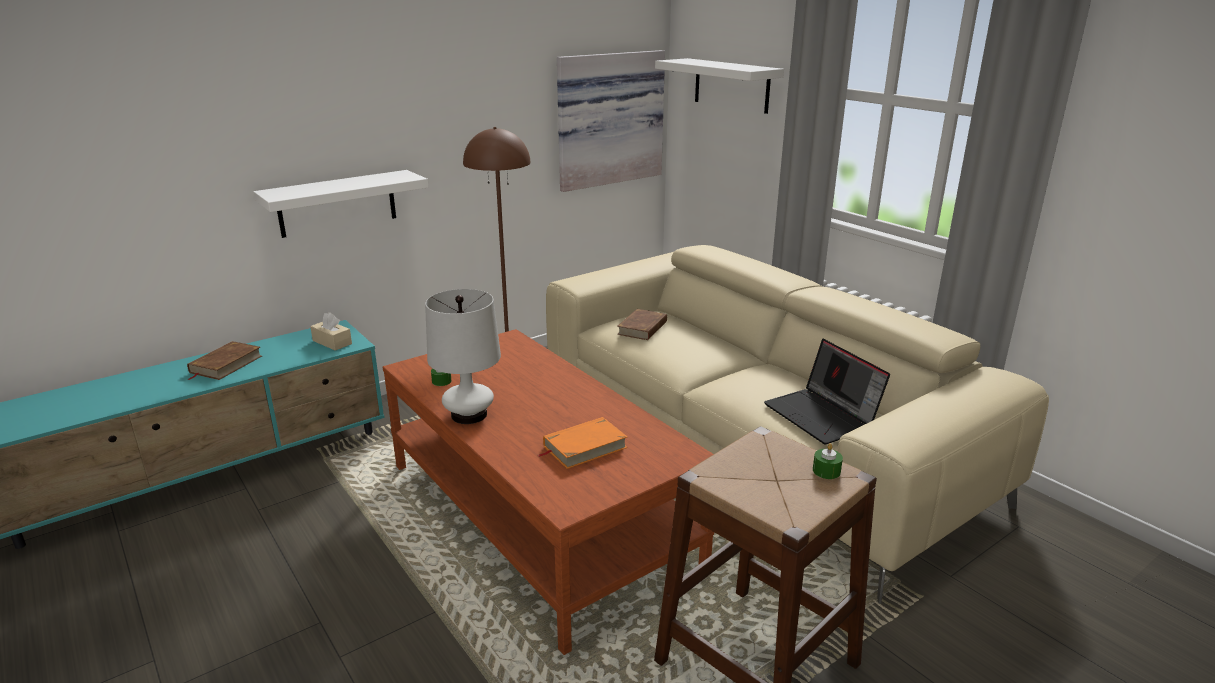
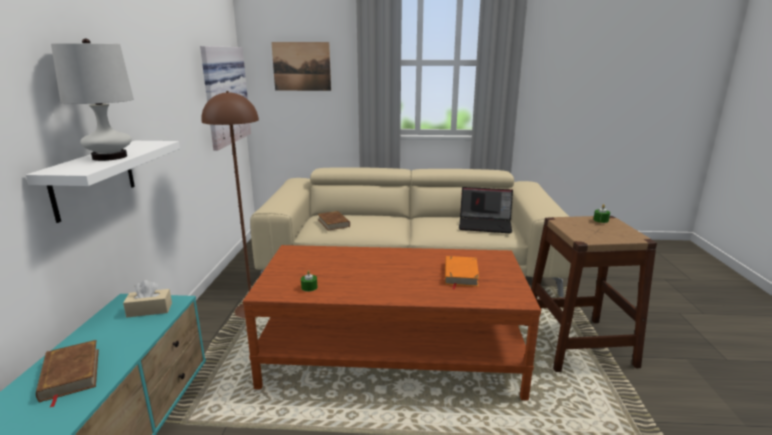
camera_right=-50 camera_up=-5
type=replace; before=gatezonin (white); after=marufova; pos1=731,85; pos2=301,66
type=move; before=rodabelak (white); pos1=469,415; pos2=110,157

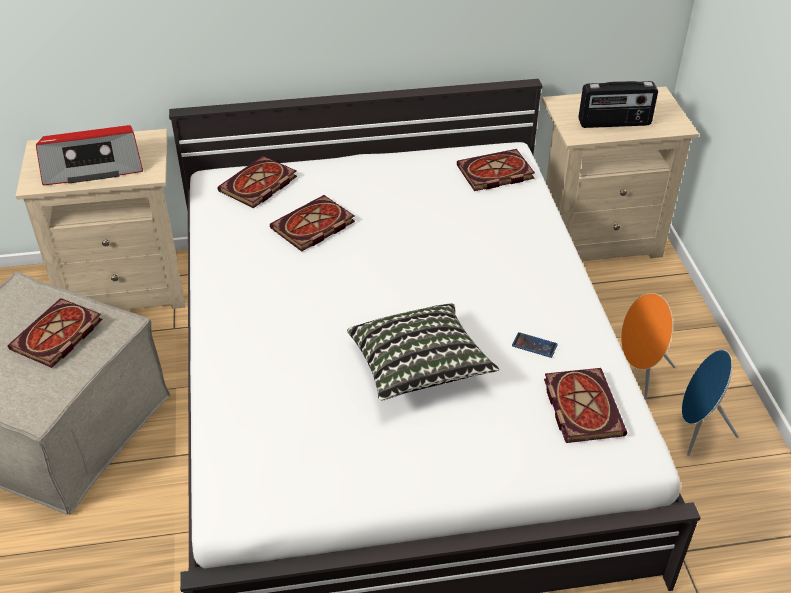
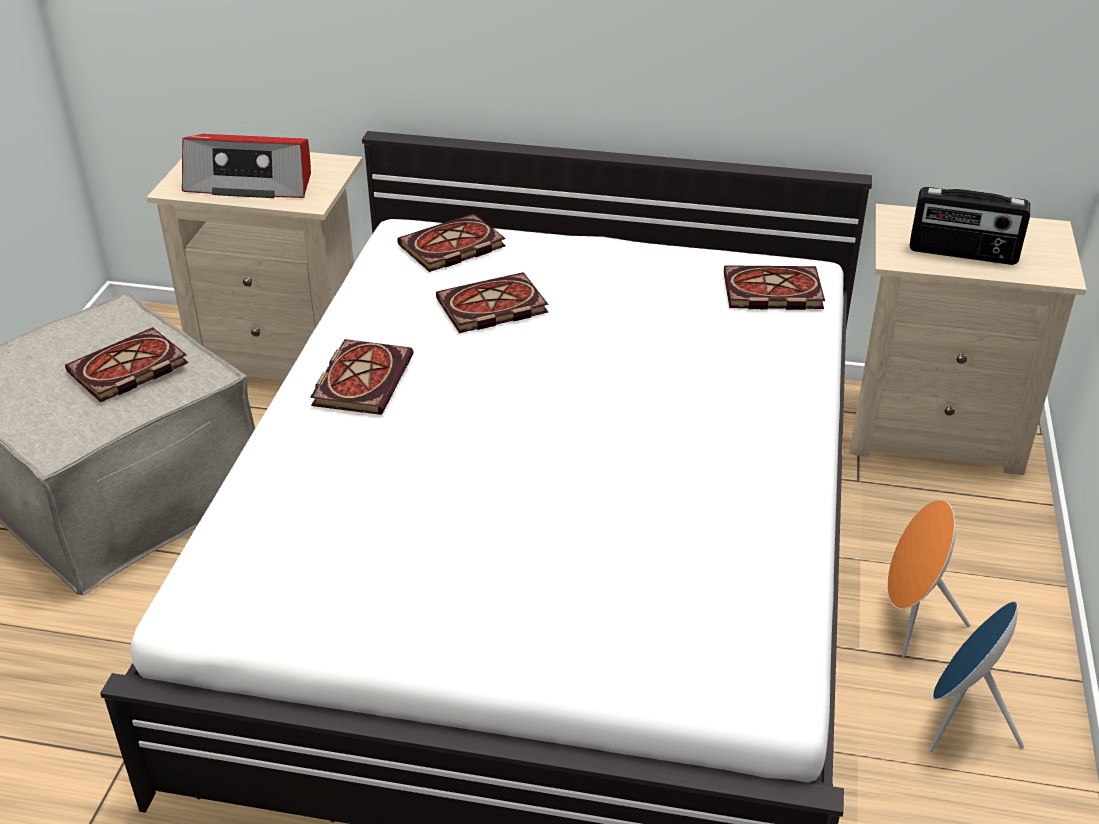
camera_right=20 camera_up=-5
type=delete; before=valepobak; pos1=419,368
type=delete; before=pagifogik; pos1=534,345
type=move; before=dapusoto; pos1=580,406; pos2=362,379

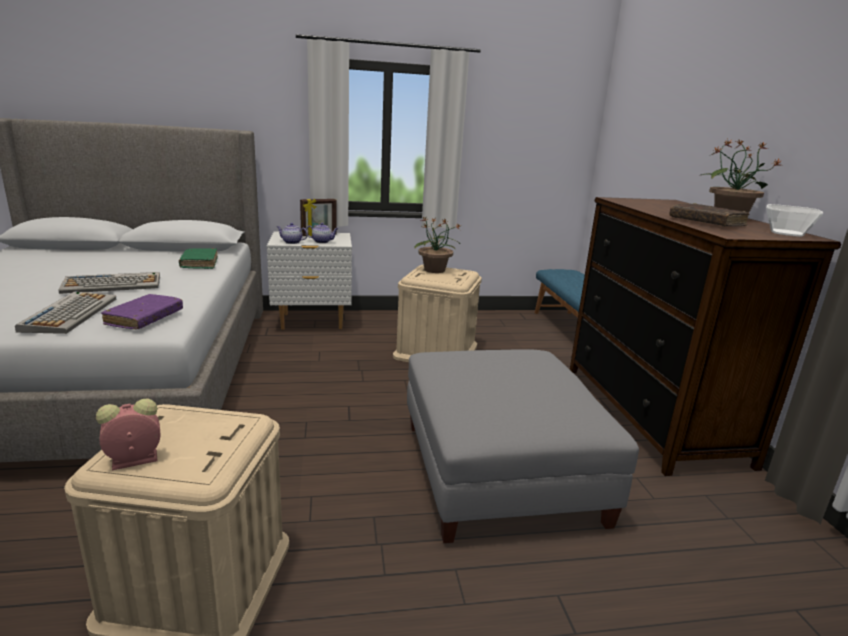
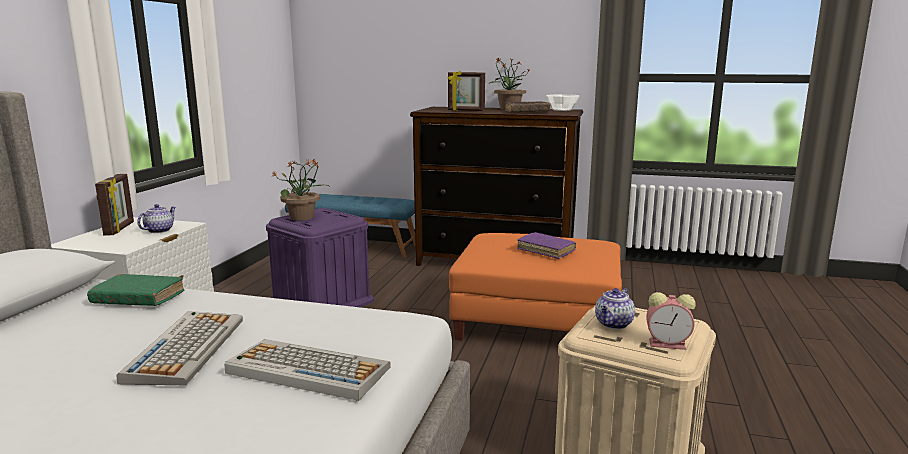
camera_right=-65 camera_up=-5
type=move; before=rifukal; pos1=291,242; pos2=614,324
type=recolor; before=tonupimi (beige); after=tonupimi (purple); pos1=436,351; pos2=322,302
type=move; before=dapusoto (purple); pos1=145,318; pos2=546,251
type=recolor; before=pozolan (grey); after=pozolan (orange); pos1=500,471; pos2=537,321
type=rotate; before=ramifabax; pos1=132,460; pos2=668,344; turn=-75
type=insert; after=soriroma; pos2=466,110

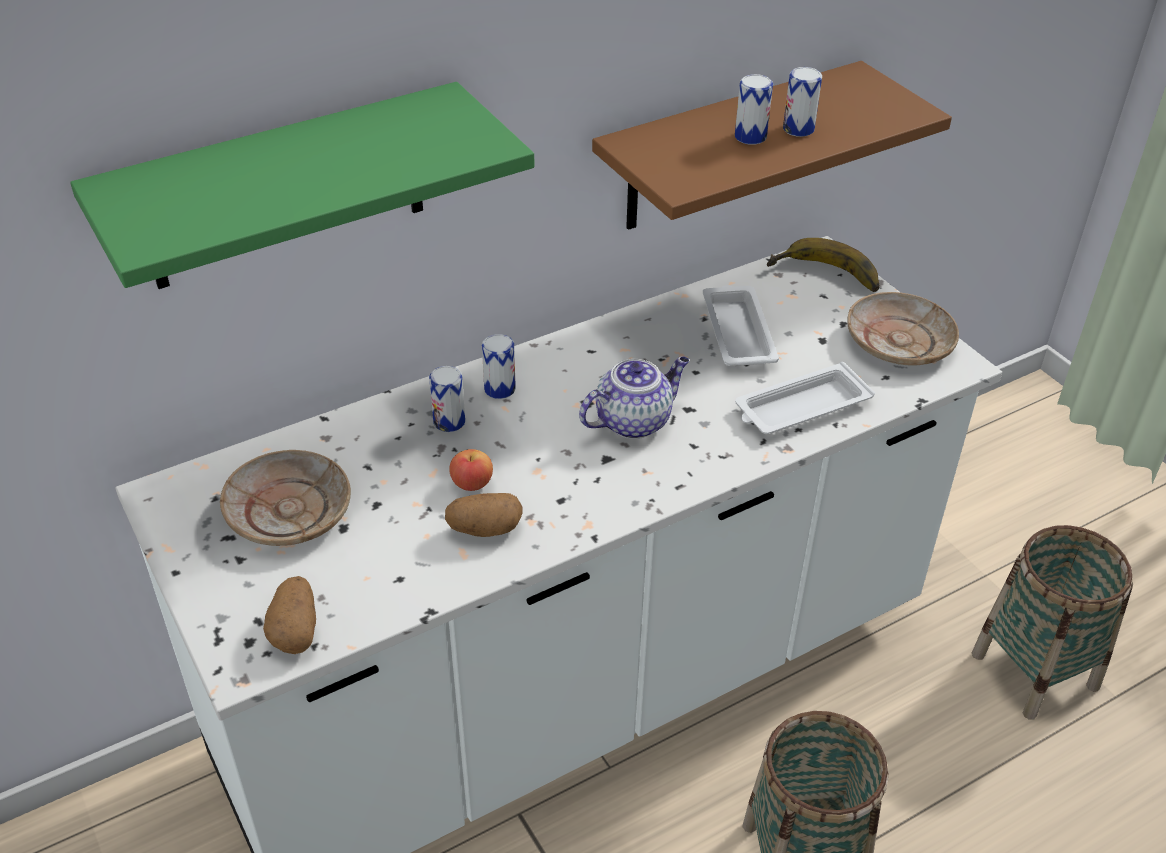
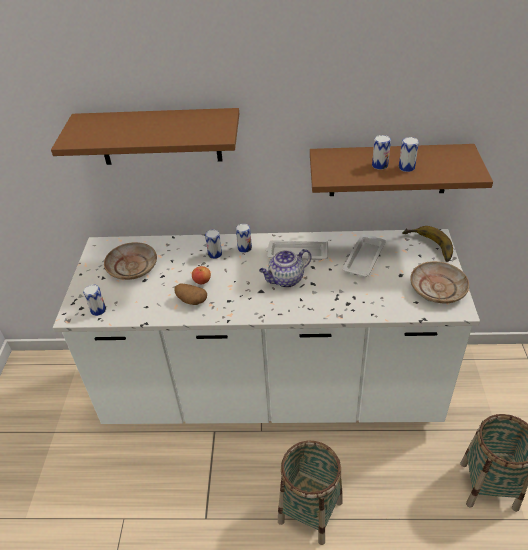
camera_right=35 camera_up=0
type=recolor; before=gatezonin (green); after=gatezonin (brown); pos1=285,189; pos2=159,137
type=rotate; before=rifukal; pos1=634,420; pos2=285,280; turn=150
type=move; before=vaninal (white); pos1=800,408; pos2=296,254
type=replace; before=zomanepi; after=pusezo; pos1=296,629; pos2=98,310

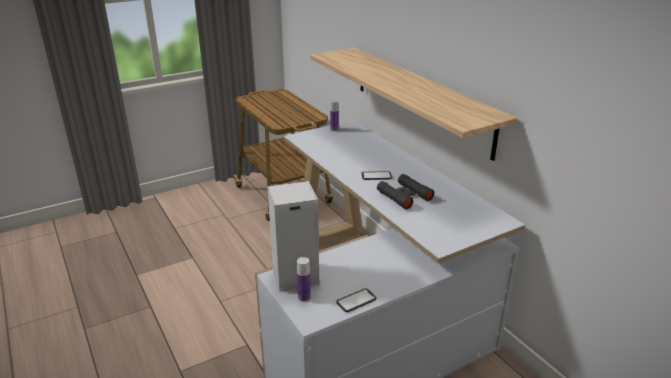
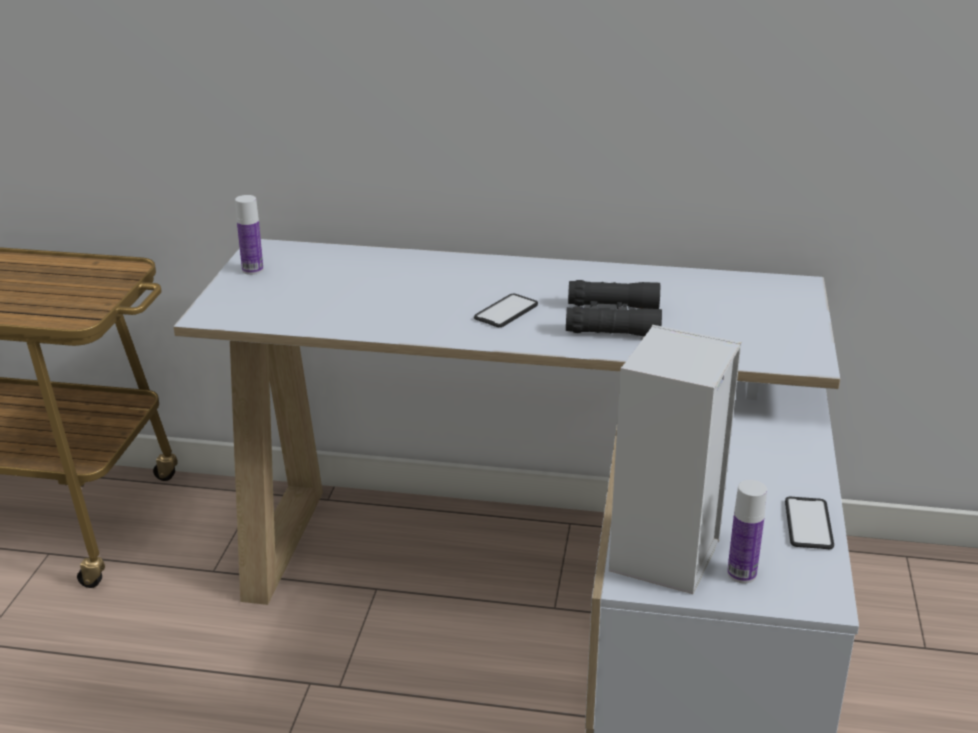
camera_right=-50 camera_up=0
type=delete; before=gatezonin; pos1=420,99

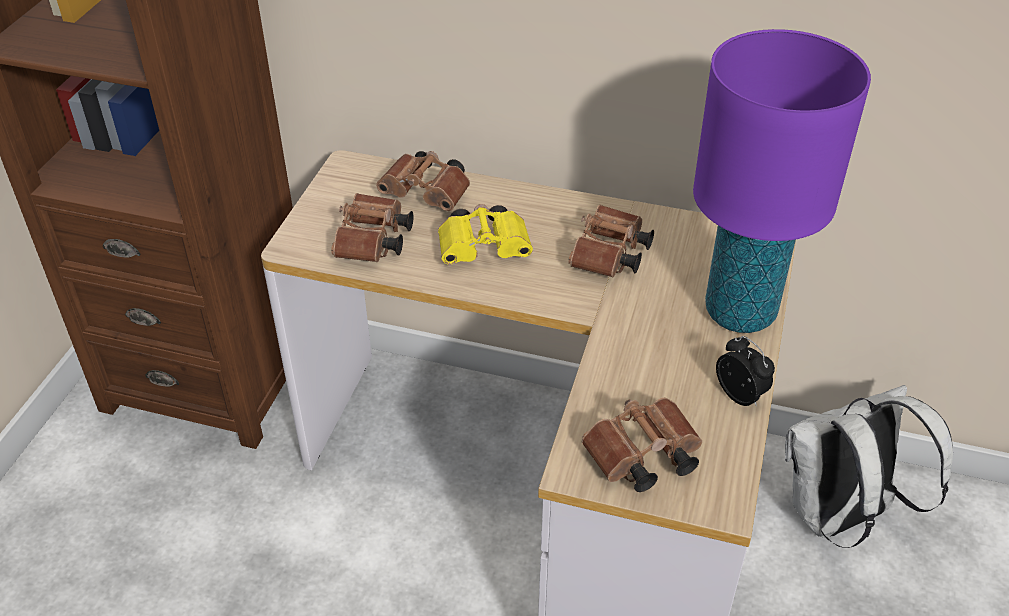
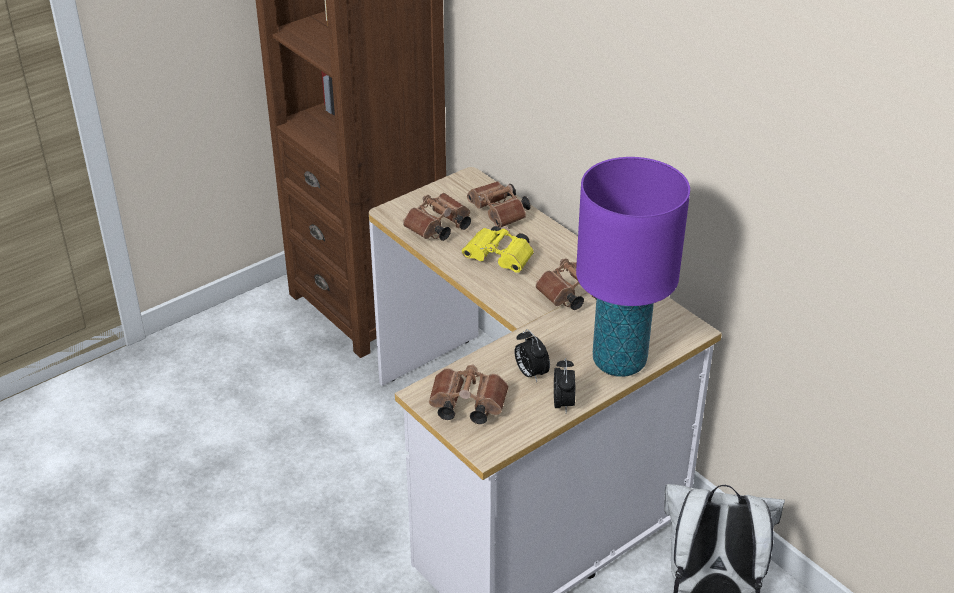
camera_right=35 camera_up=-5
type=insert; after=ramifabax; pos2=530,373

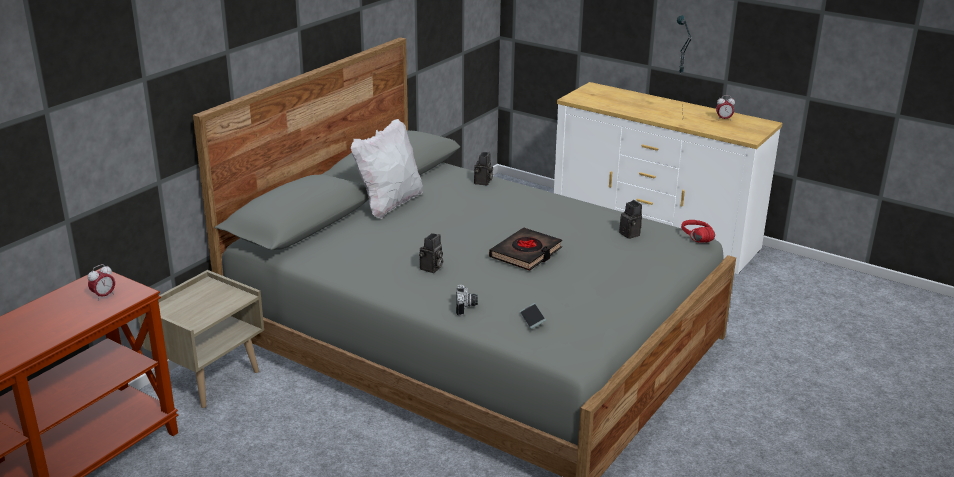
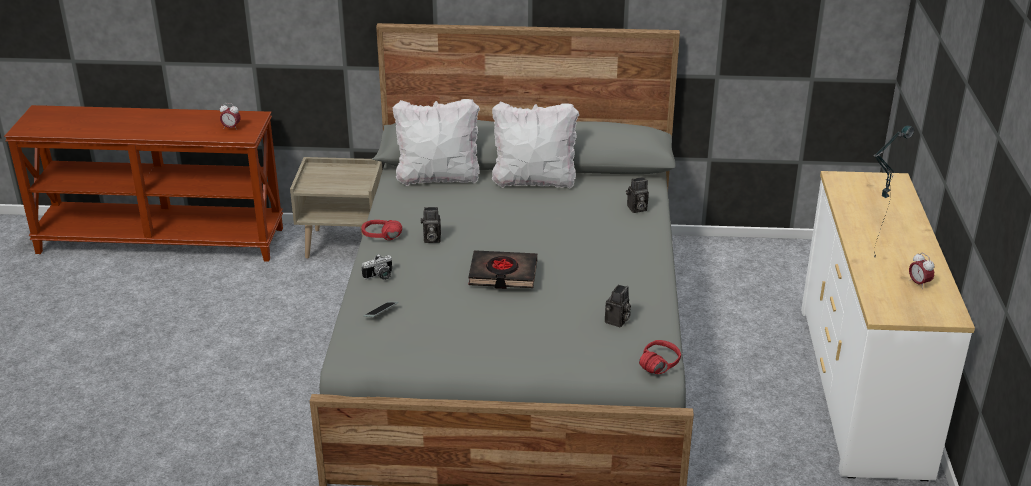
camera_right=60 camera_up=5
type=insert; after=valepobak (white); pos2=438,178
type=insert; after=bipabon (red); pos2=381,239

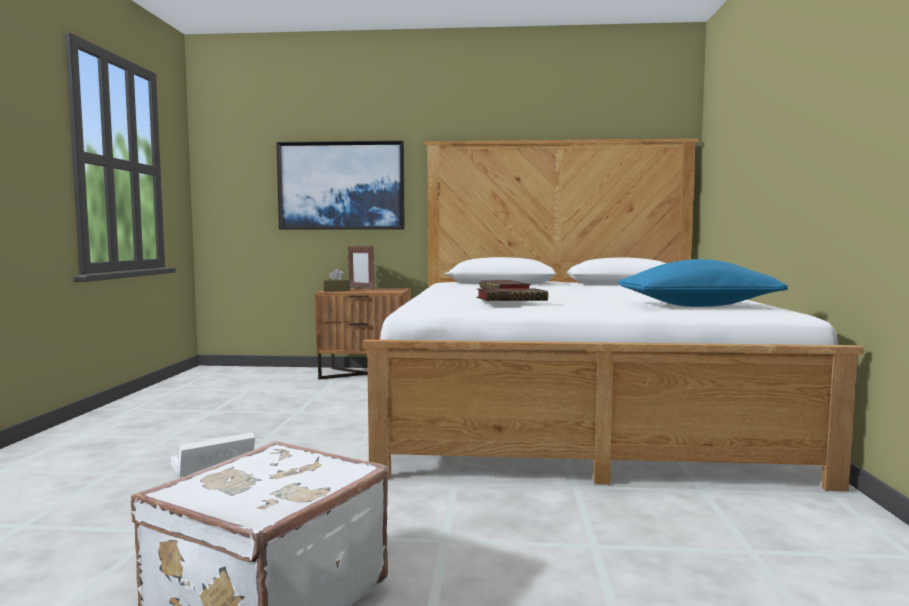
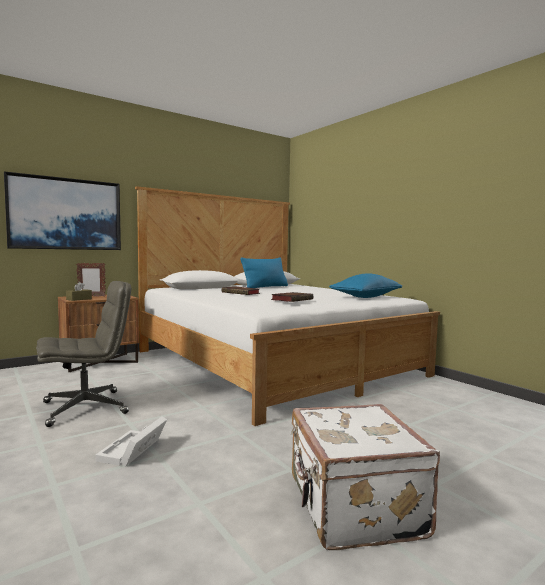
camera_right=-40 camera_up=0
type=insert; after=valepobak (blue); pos2=265,287
type=insert; after=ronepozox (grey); pos2=86,407

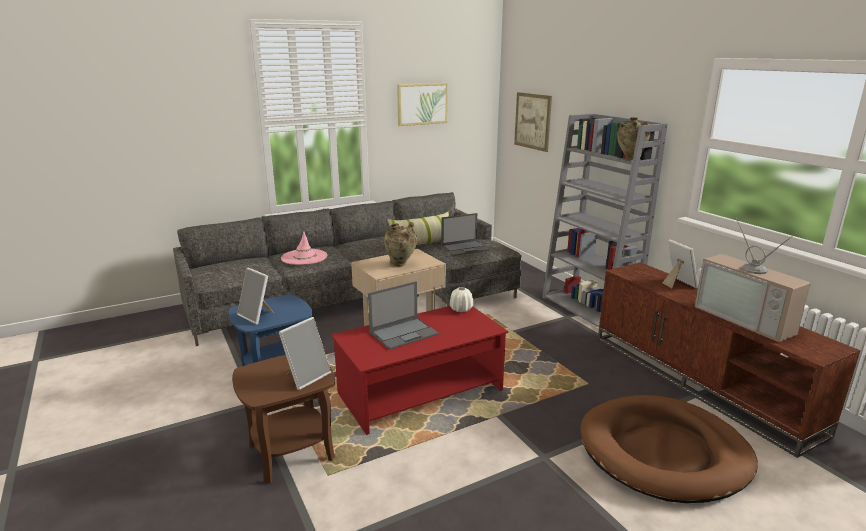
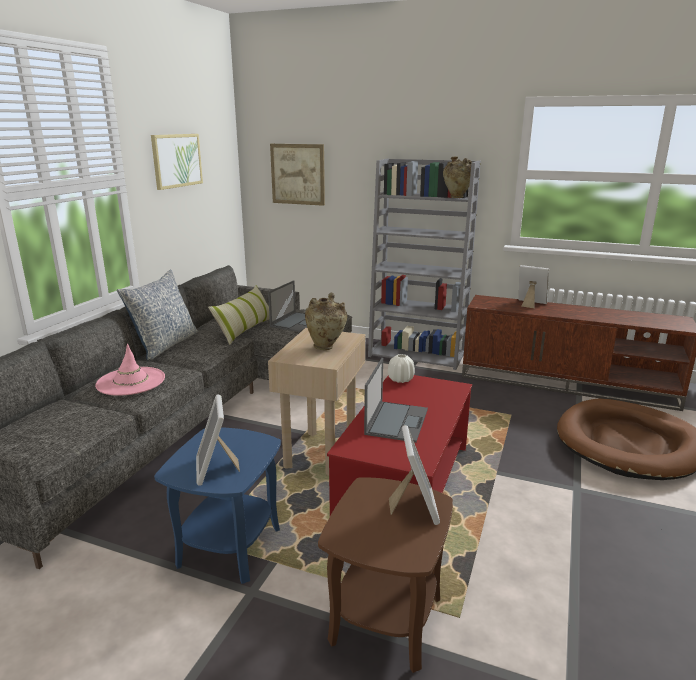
camera_right=-40 camera_up=0
type=delete; before=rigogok; pos1=747,319
type=rotate; before=soriroma; pos1=257,316; pos2=216,469; turn=75
type=insert; after=valepobak; pos2=165,345

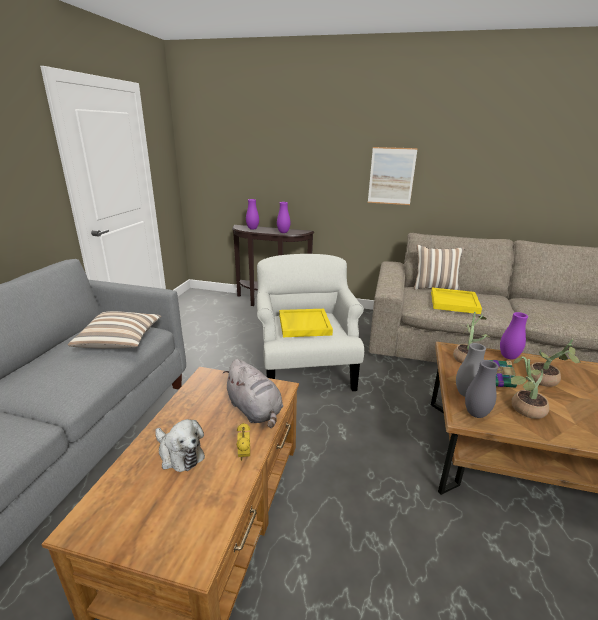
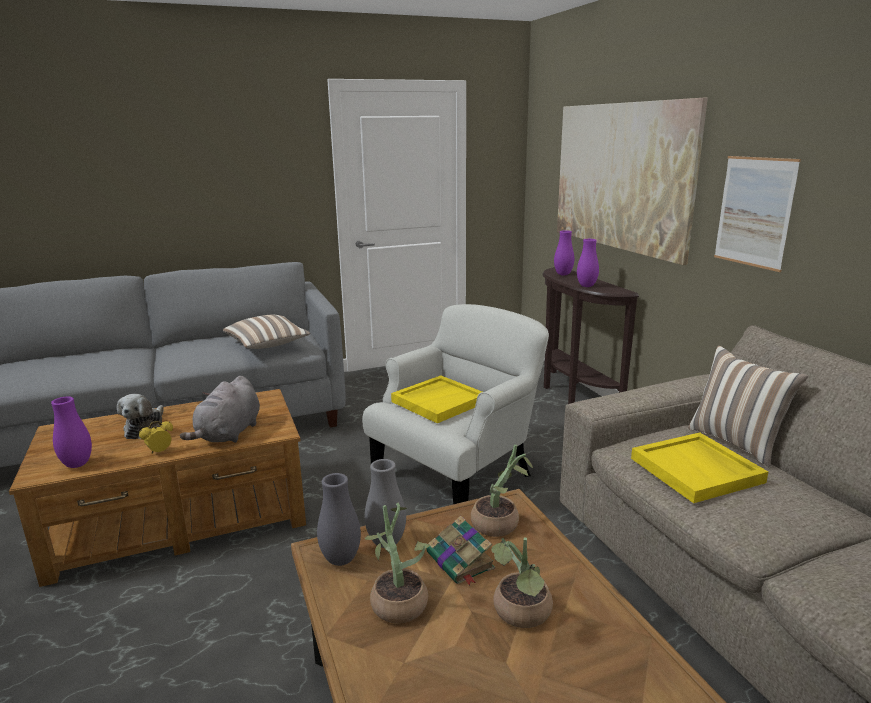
camera_right=55 camera_up=-5
type=move; before=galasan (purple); pos1=508,357; pos2=77,464
type=insert; after=marufova; pos2=620,177

